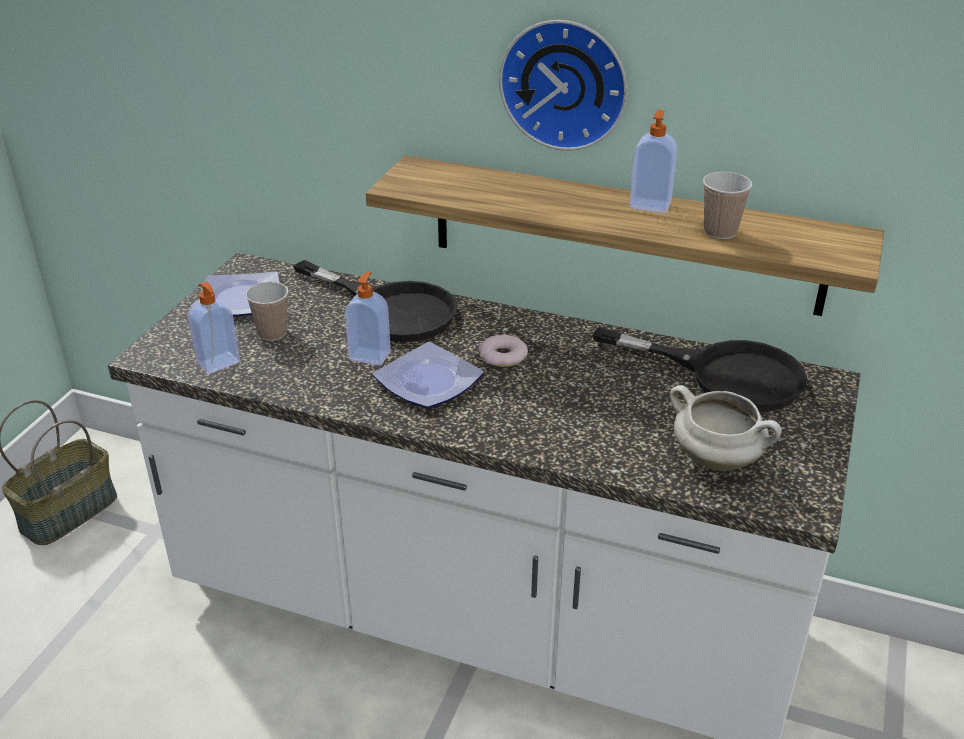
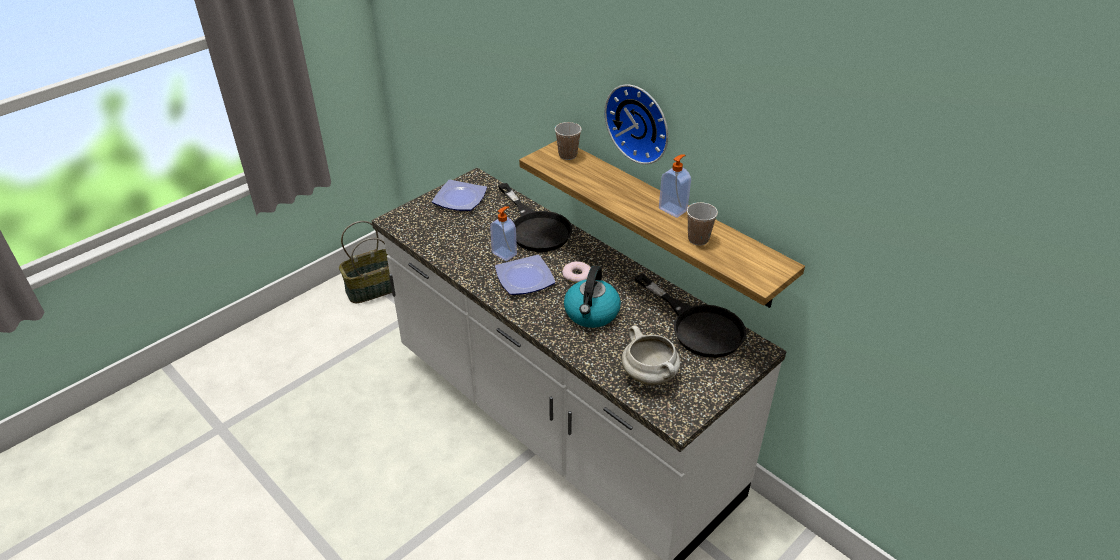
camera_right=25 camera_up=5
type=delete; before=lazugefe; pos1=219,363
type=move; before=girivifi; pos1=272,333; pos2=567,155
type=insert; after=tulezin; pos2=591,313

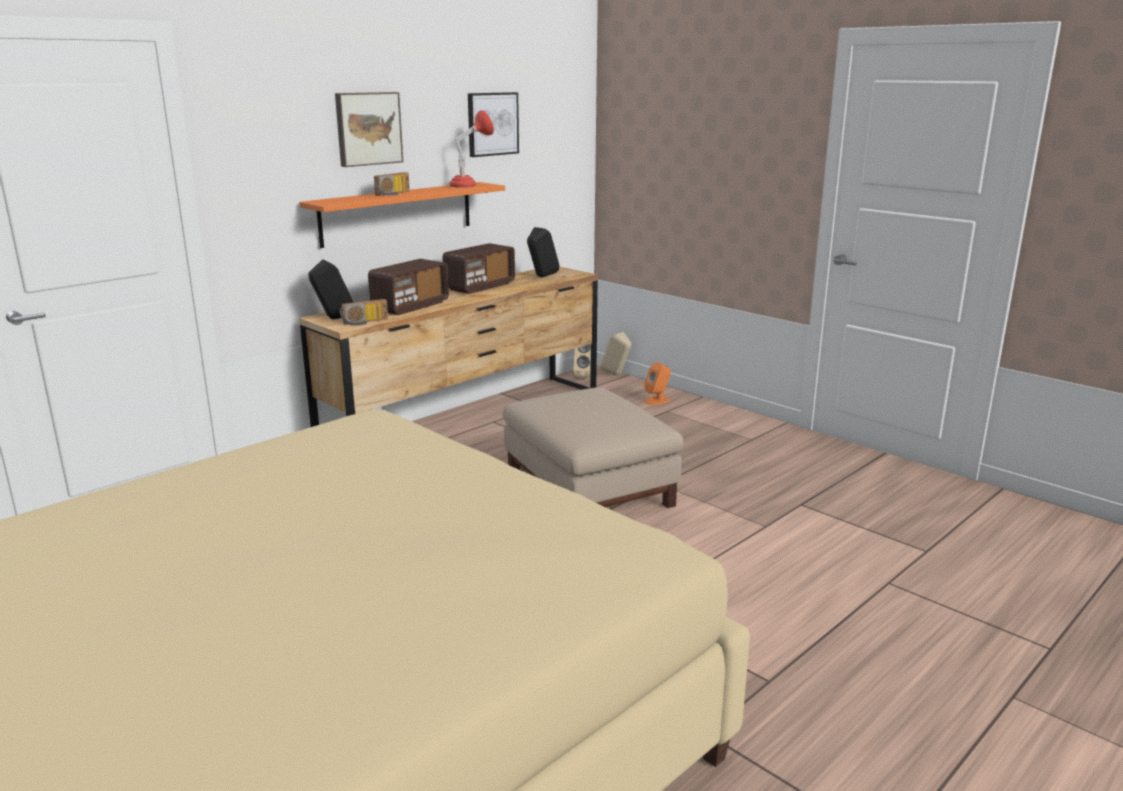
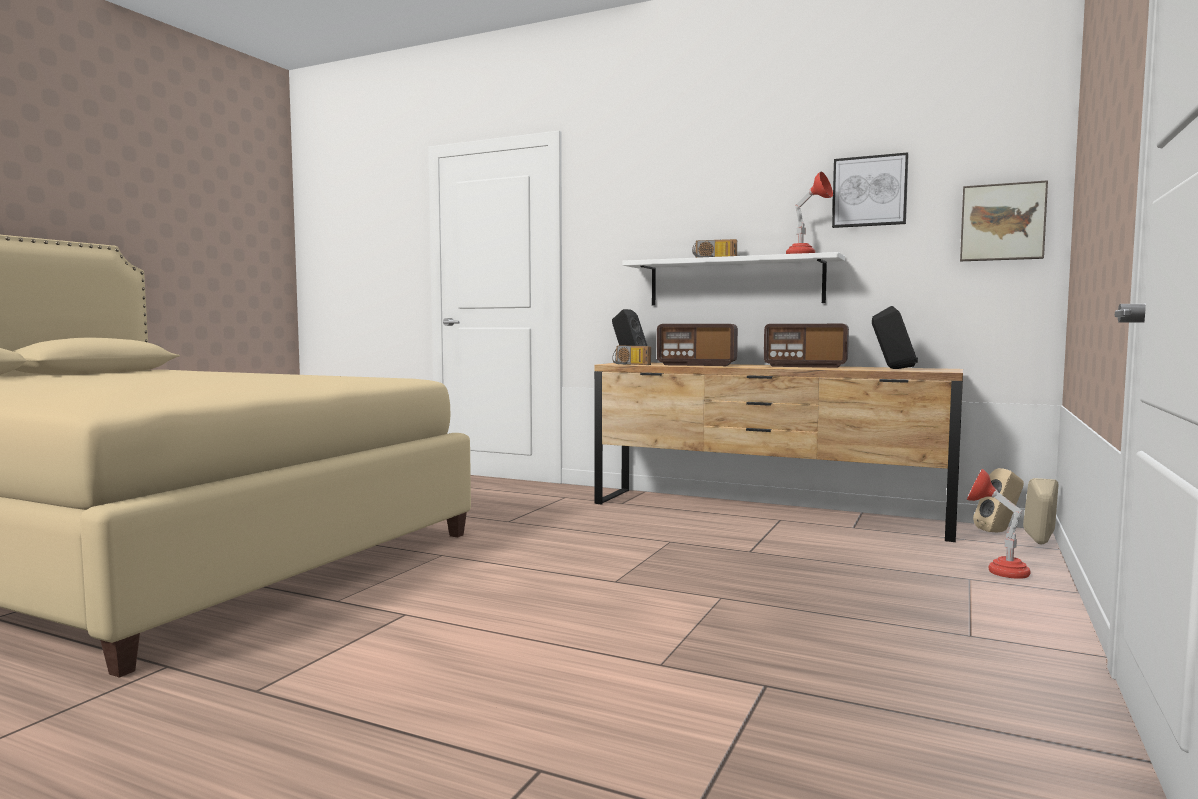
camera_right=70 camera_up=-15
type=move; before=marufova; pos1=368,128; pos2=1002,222
type=recolor; before=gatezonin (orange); after=gatezonin (white); pos1=397,213; pos2=735,282
type=replace; before=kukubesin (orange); after=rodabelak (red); pos1=657,400; pos2=996,571
type=delete; before=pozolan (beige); pos1=590,488

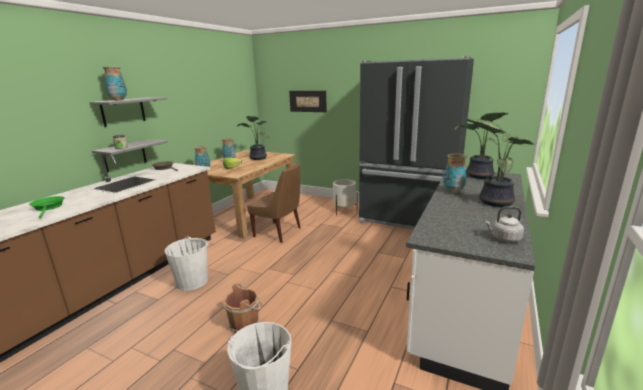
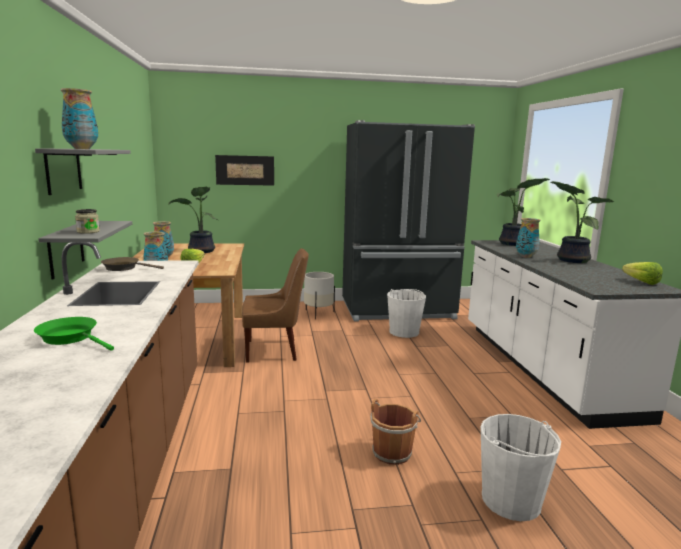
camera_right=-35 camera_up=-5
type=replace; before=tulezin (grey); after=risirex; pos1=504,239; pos2=639,281
type=move; before=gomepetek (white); pos1=192,282; pos2=404,332

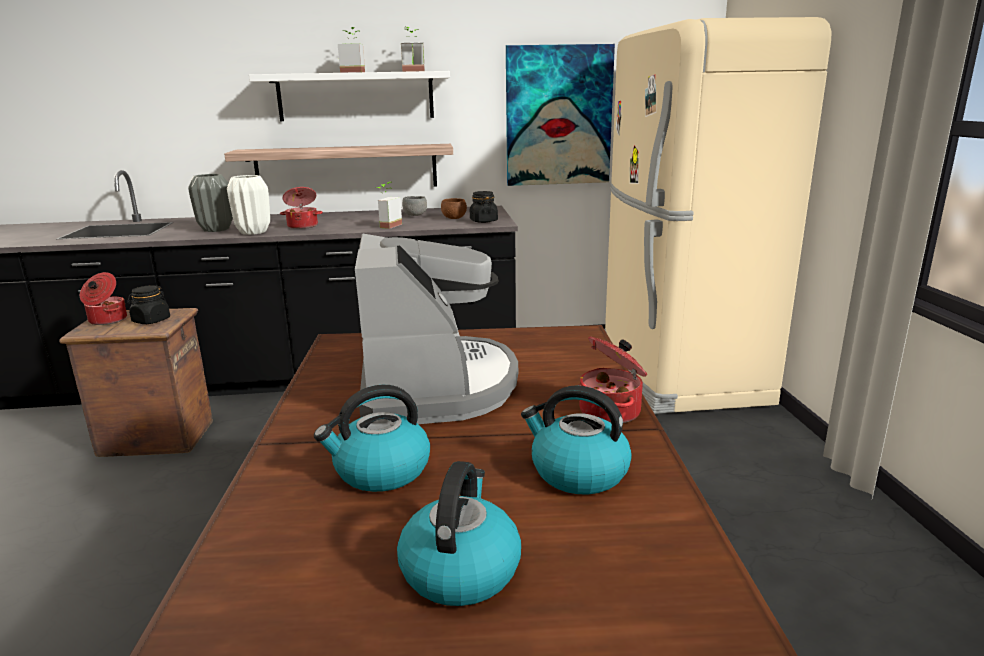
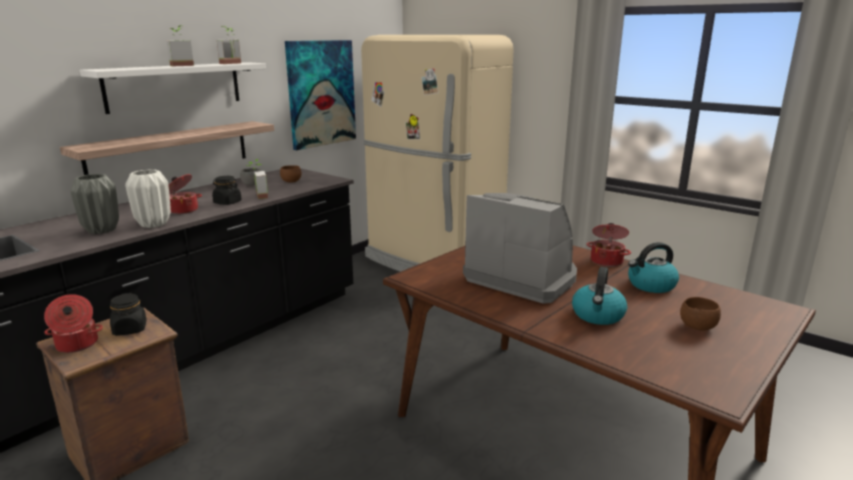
camera_right=-45 camera_up=0
type=move; before=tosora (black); pos1=483,221; pos2=227,202
type=replace; before=tulezin; after=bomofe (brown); pos1=460,569; pos2=697,327

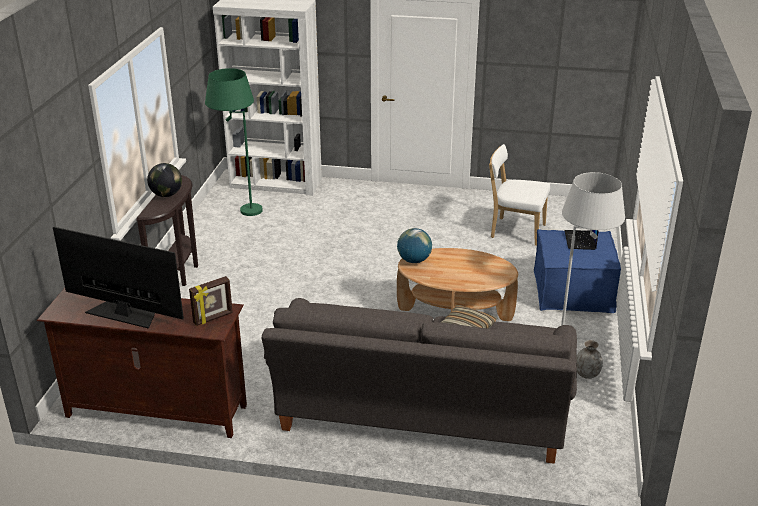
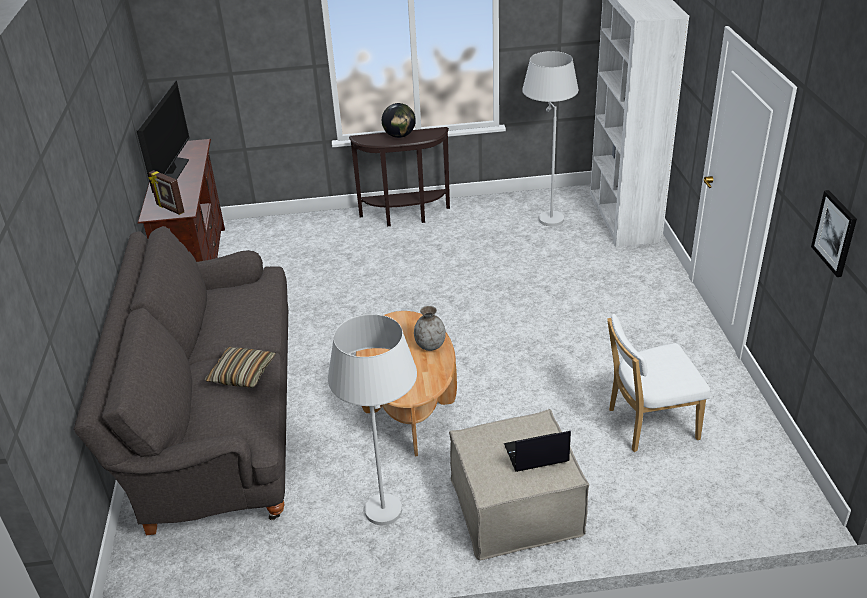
camera_right=75 camera_up=5
type=recolor; before=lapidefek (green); after=lapidefek (white); pos1=239,210; pos2=546,213
type=rotate; before=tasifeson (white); pos1=515,231; pos2=648,424; turn=-105
type=delete; before=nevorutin; pos1=414,260
type=recolor; before=pozolan (blue); after=pozolan (beige); pos1=573,291; pos2=515,507
type=move; before=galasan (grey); pos1=586,374; pos2=430,345
type=insert; after=marufova; pos2=835,233

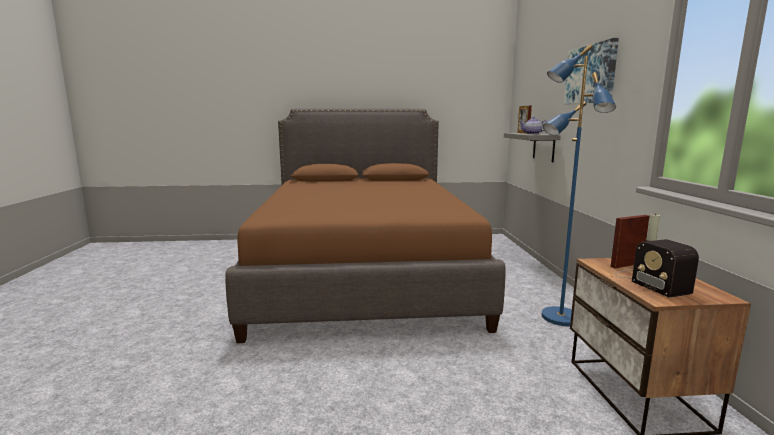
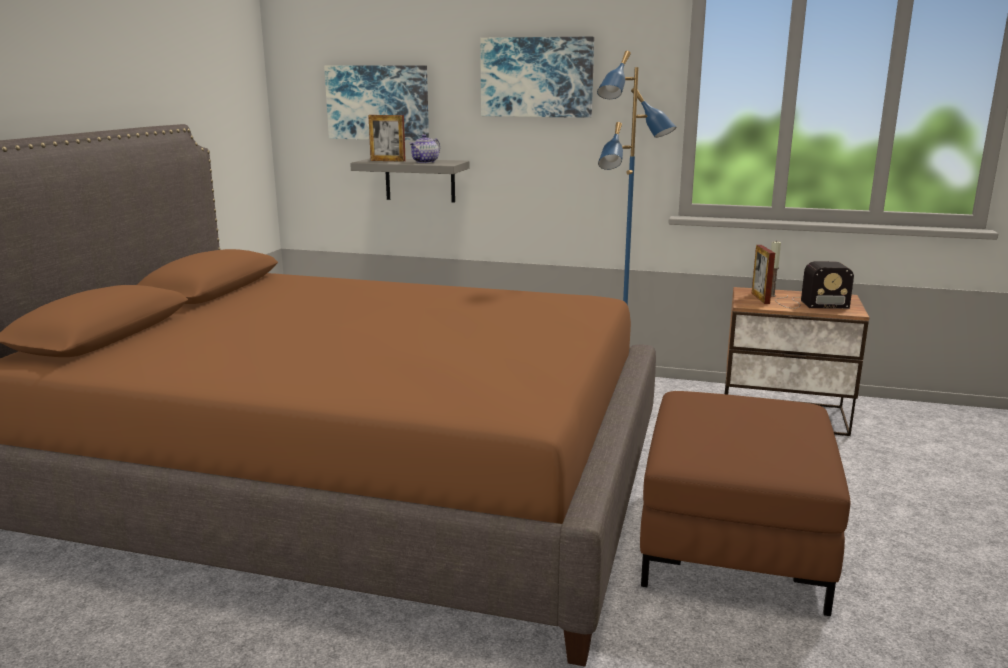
camera_right=-70 camera_up=5
type=insert; after=marufova; pos2=378,102
type=insert; after=pozolan (brown); pos2=732,541

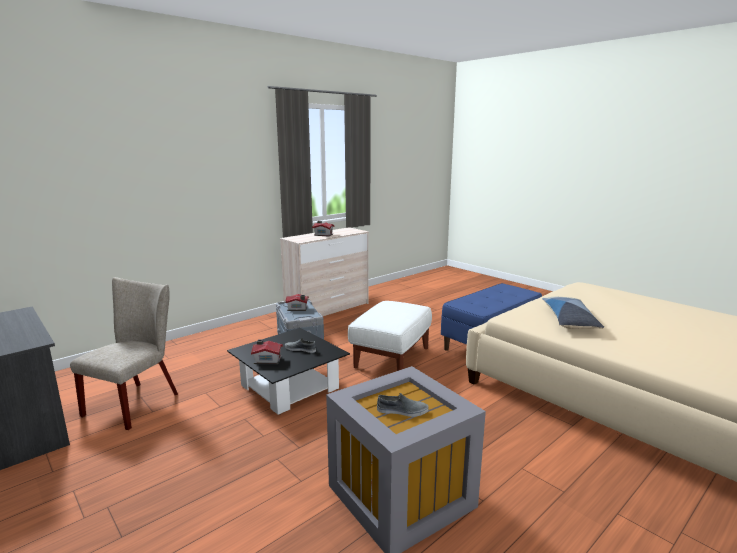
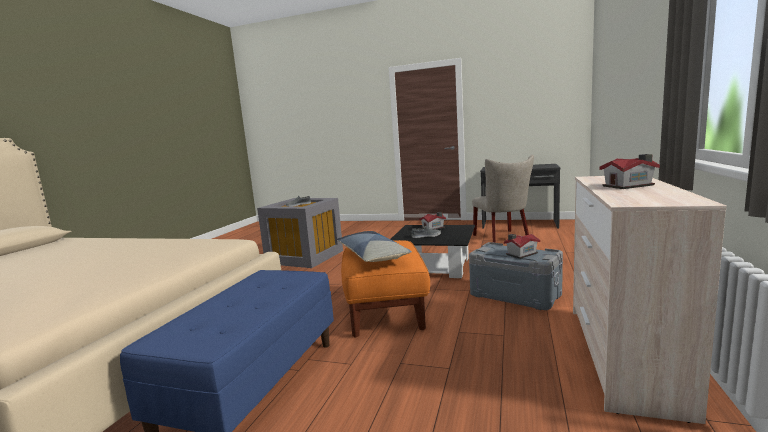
camera_right=150 camera_up=-5
type=move; before=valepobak; pos1=569,320; pos2=372,255
type=recolor; before=pozolan (white); after=pozolan (orange); pos1=392,357; pos2=385,312

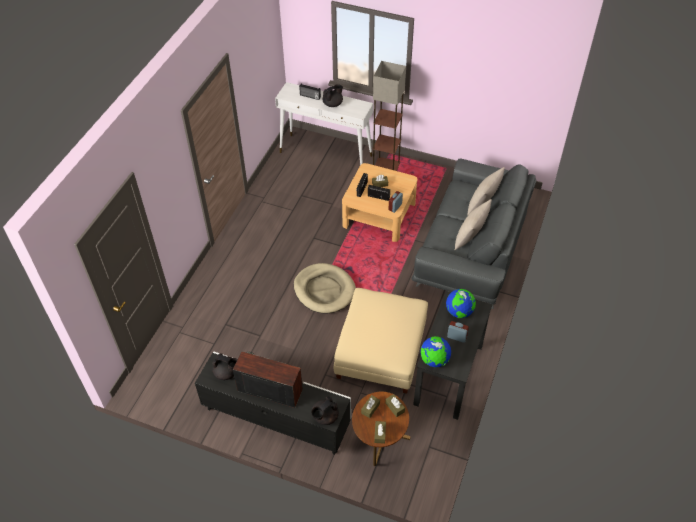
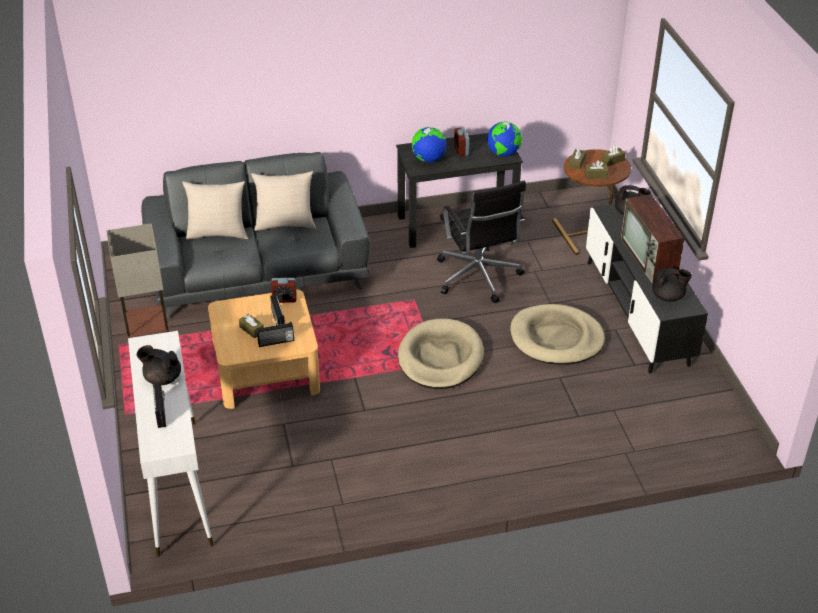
camera_right=-125 camera_up=-10
type=replace; before=pozolan (beige); after=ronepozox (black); pos1=380,351; pos2=478,278
type=rotate; before=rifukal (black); pos1=227,373; pos2=668,297; turn=105
type=insert; after=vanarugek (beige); pos2=556,338

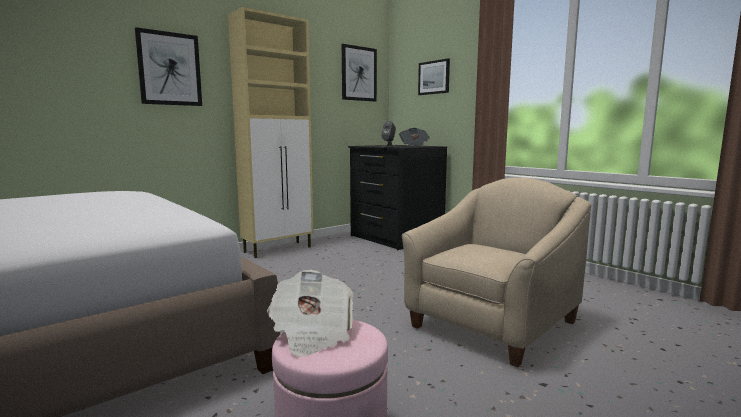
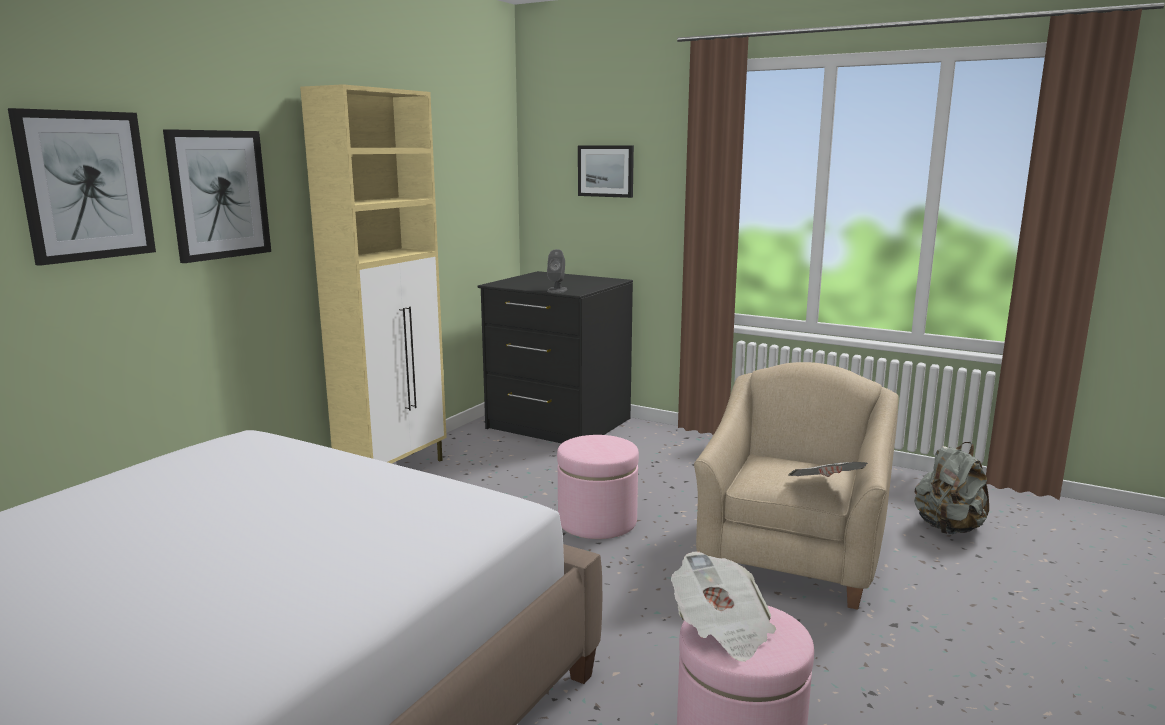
camera_right=-20 camera_up=5
type=move; before=marufova; pos1=358,73; pos2=85,186
type=move; before=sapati; pos1=414,146; pos2=824,489
type=insert; after=pozolan (pink); pos2=597,521
type=insert; after=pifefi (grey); pos2=948,528

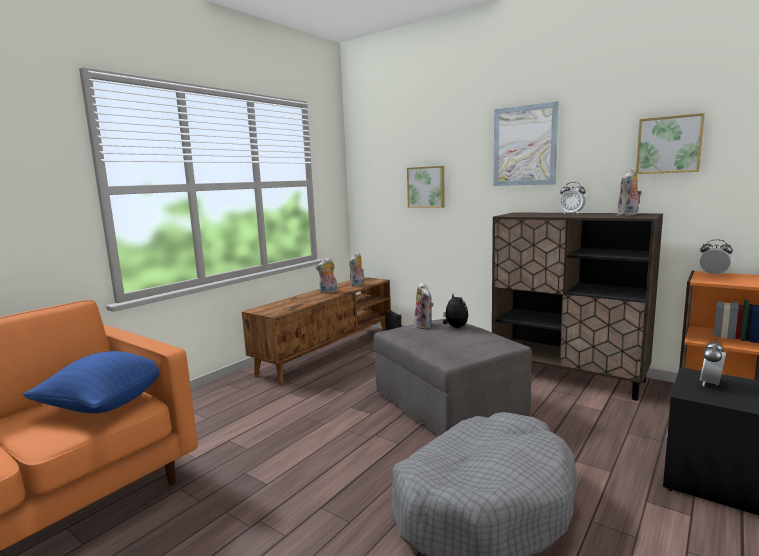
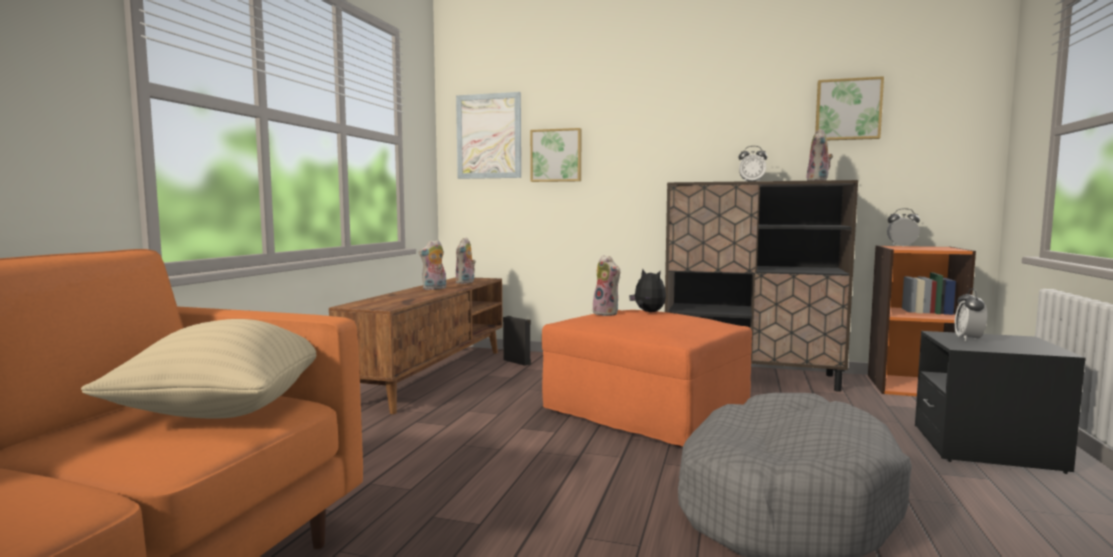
camera_right=-20 camera_up=-5
type=move; before=marufova; pos1=524,146; pos2=489,136
type=recolor; before=pozolan (grey); after=pozolan (orange); pos1=447,404; pos2=643,413
type=recolor; before=valepobak (blue); after=valepobak (beige); pos1=105,405; pos2=223,411

